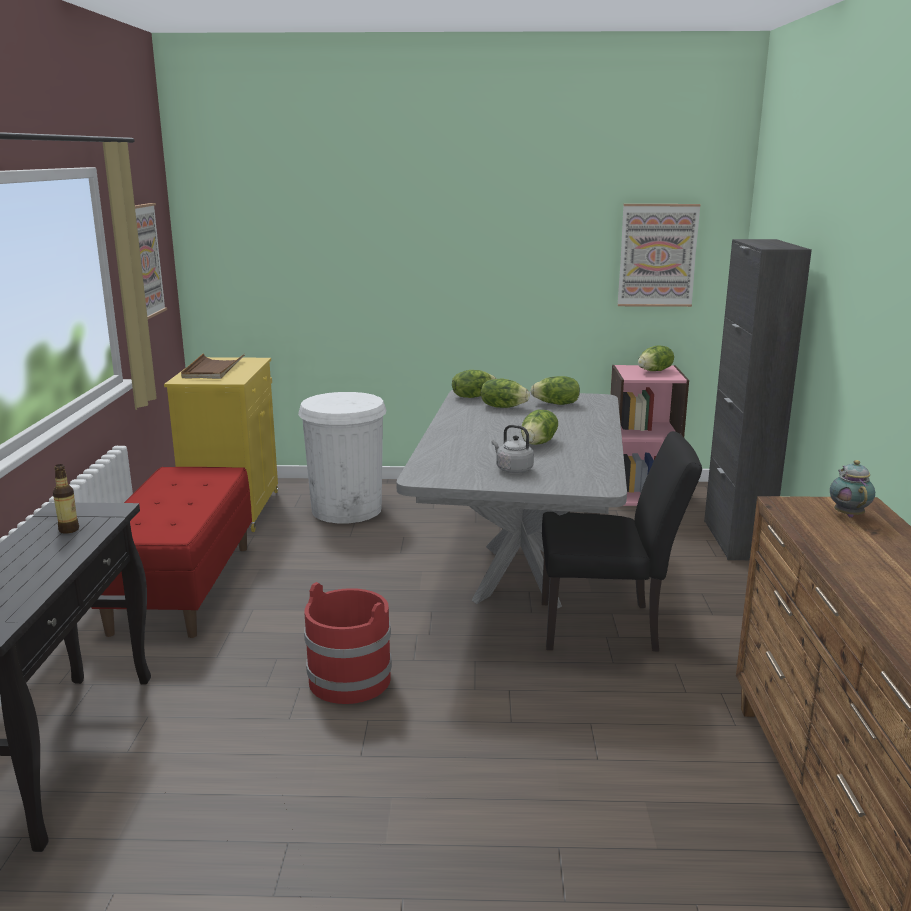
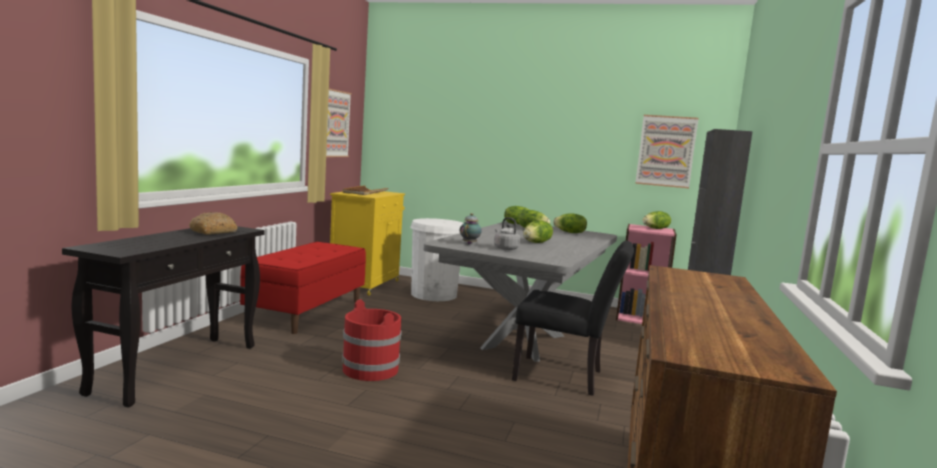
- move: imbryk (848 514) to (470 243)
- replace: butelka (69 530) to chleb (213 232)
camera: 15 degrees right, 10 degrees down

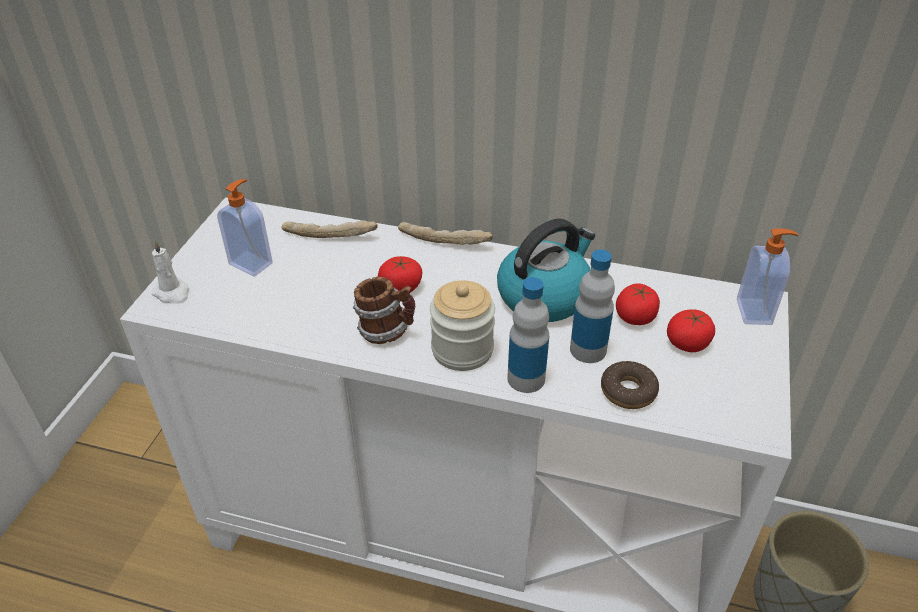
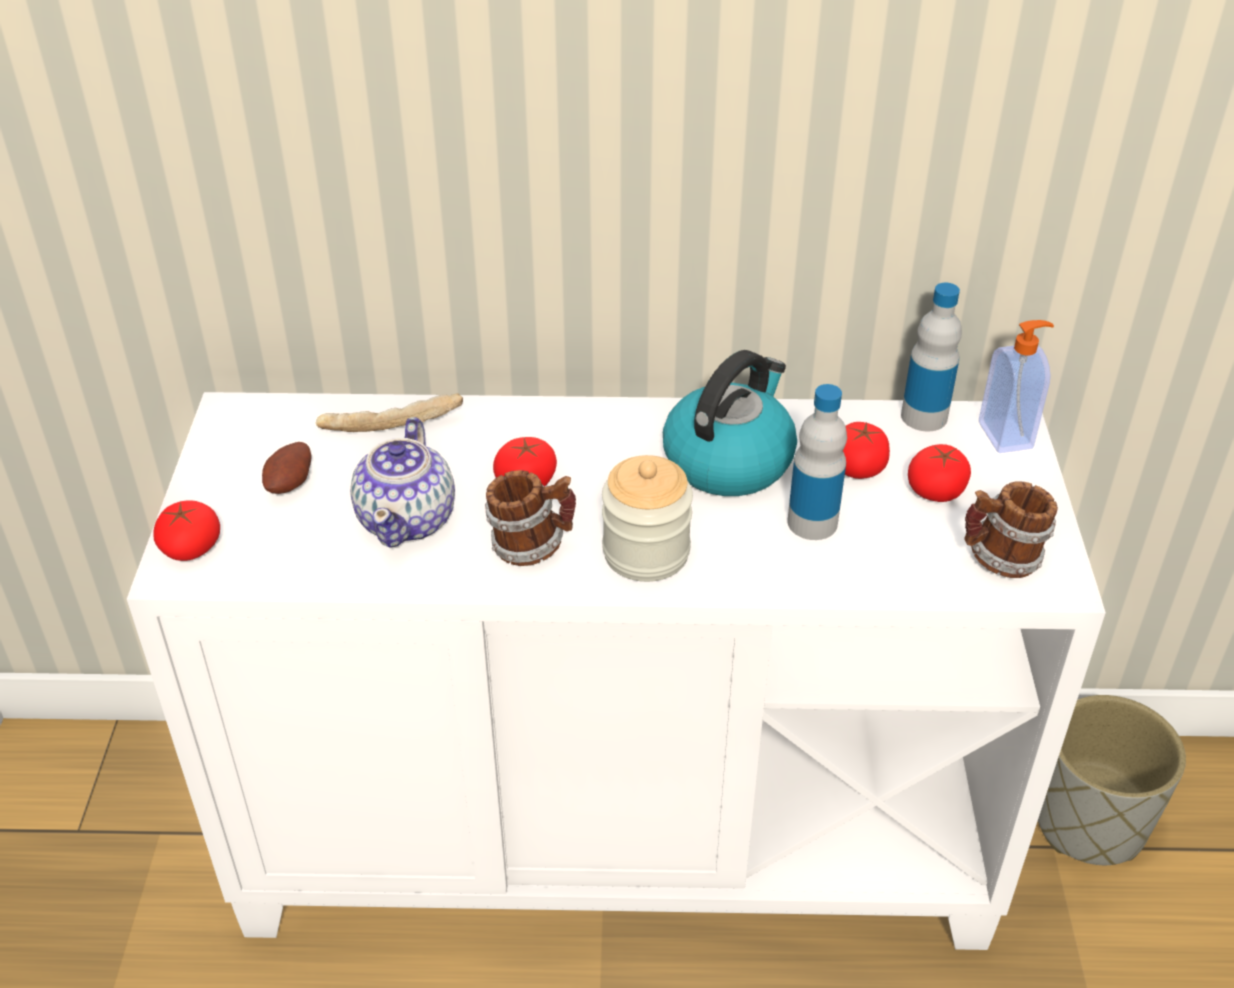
- delete: chleb (444 240)
- delete: donut (628 391)
- insert: imbryk (408 519)
- insert: kubek (1000 560)
- move: butelka (526 378) to (924 416)
- replace: świeca [biały] (172 293) to pomidor (191 547)
- replace: dozownik mydła (252 263) to ziemniak (292 484)
camera: 15 degrees left, 0 degrees up

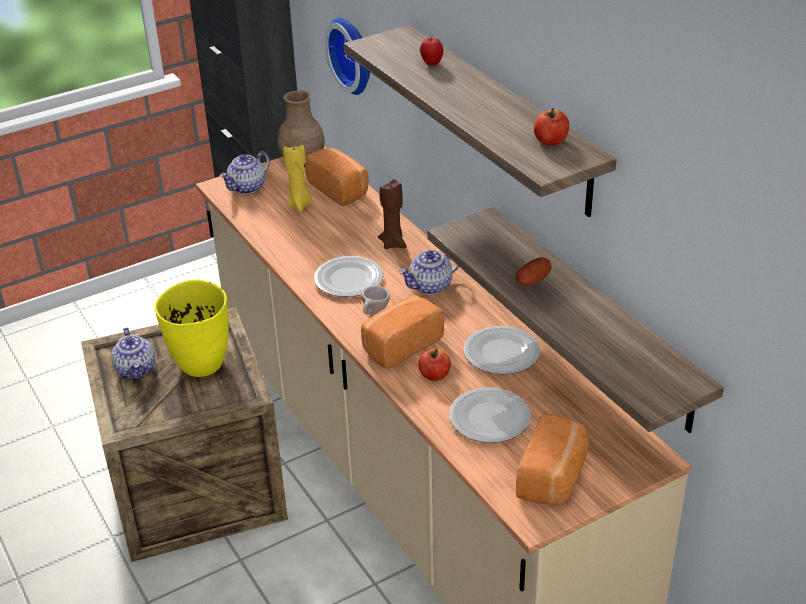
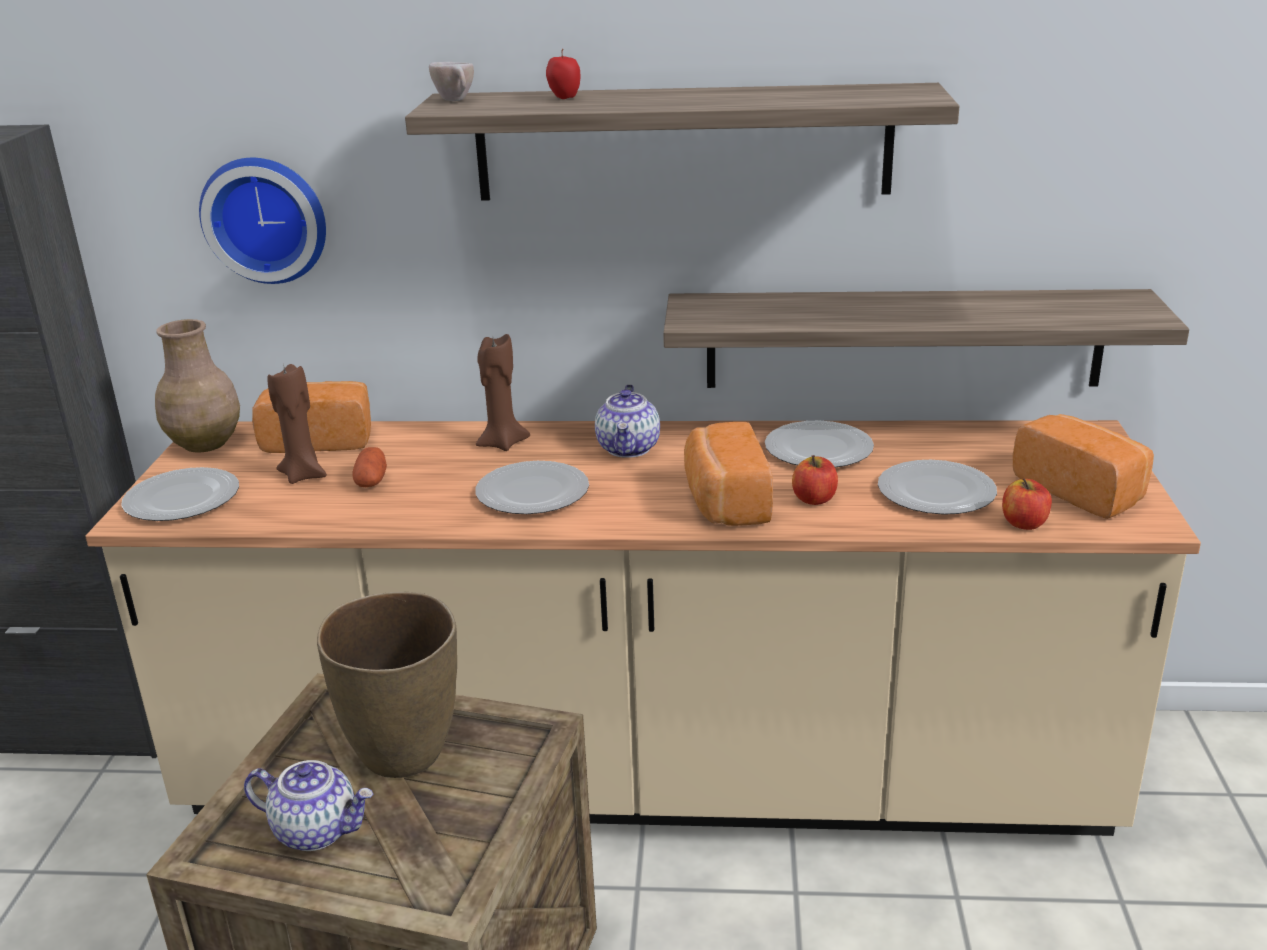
- move: filiżanka [beżowy] (374 313) to (457 101)
- move: ziemniak (533 280) to (371 481)
- move: jabłko (551 141) to (1024 523)
- replace: imbryk (247 187) to talerz (183 498)
- recolor: wazon [żółty] (202 365) to wazon [brązowy] (405 754)
- recolor: świeca [żółty] (300 205) to świeca [brązowy] (304 475)
camera: 55 degrees left, 10 degrees down

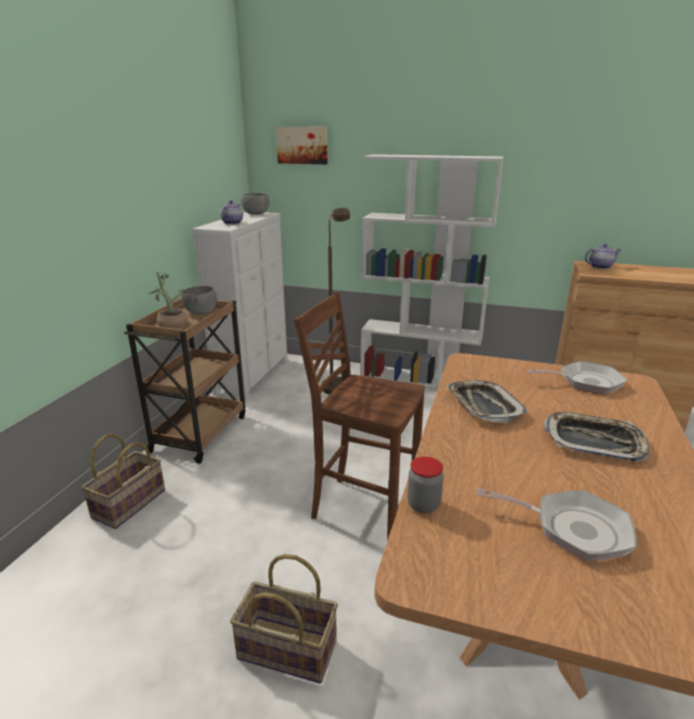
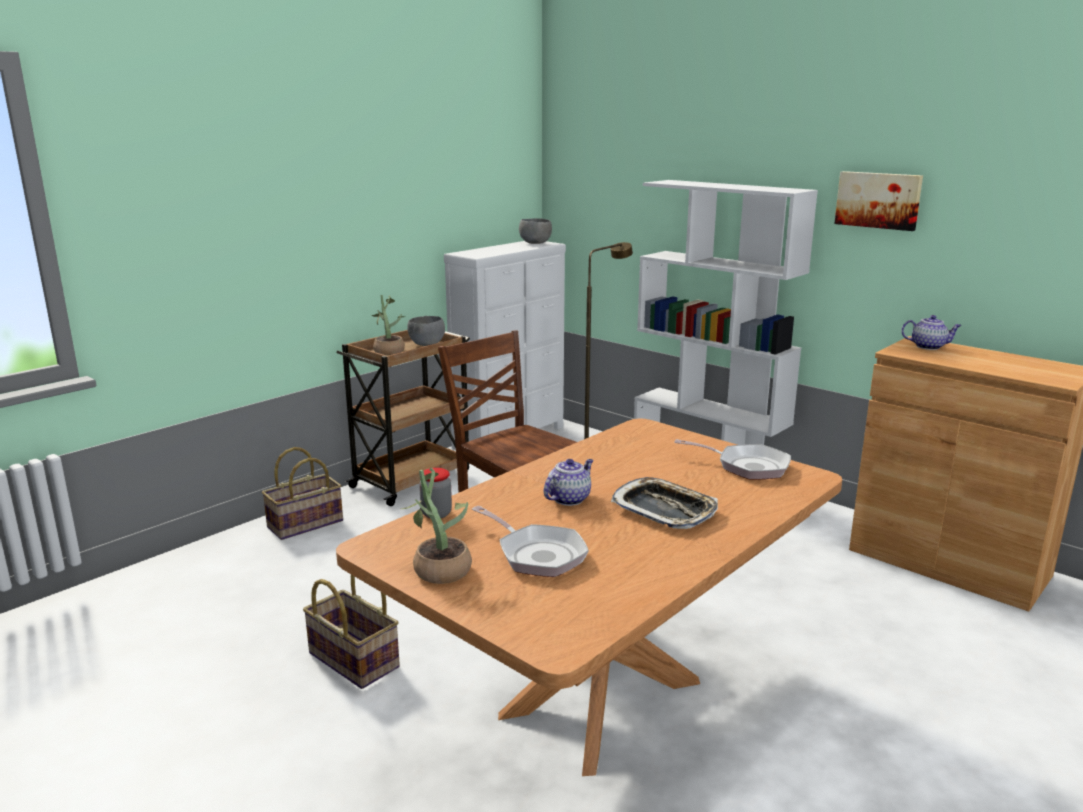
- delete: taca (483 405)
- insert: roślina doniczkowa (438 568)
- move: imbryk (232 223) to (569 498)
- move: obraz (302 145) to (878 200)
camera: 25 degrees right, 5 degrees down

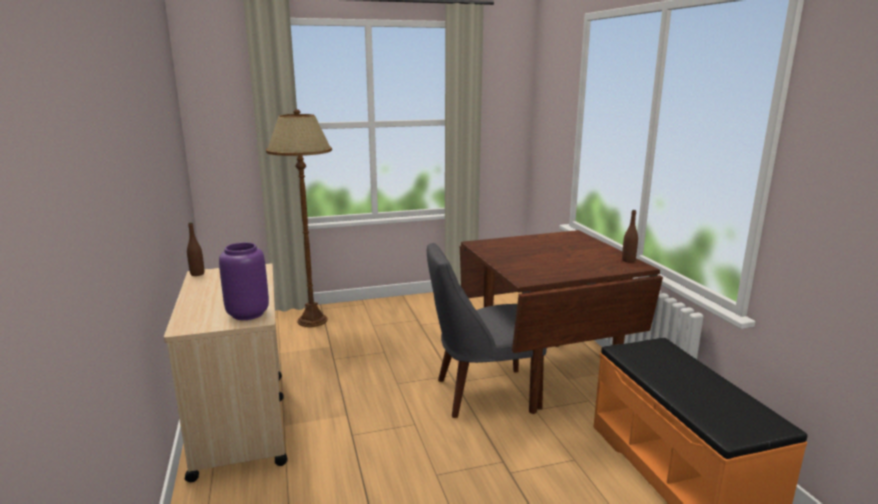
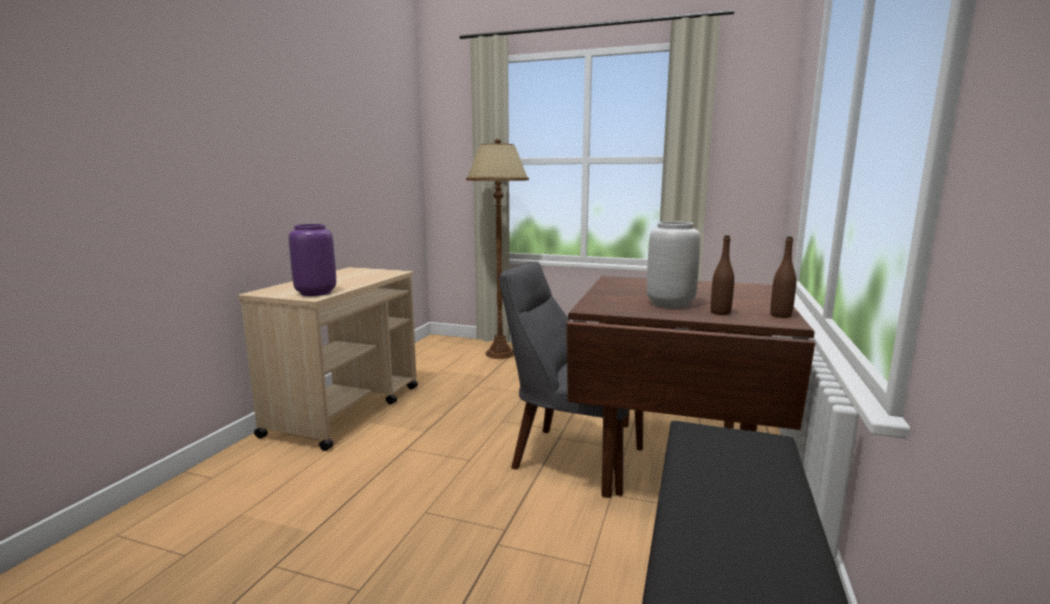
- insert: wazon [szary] (670 303)
- move: butelka [brązowy] (197 274) to (720 312)
camera: 35 degrees right, 5 degrees down

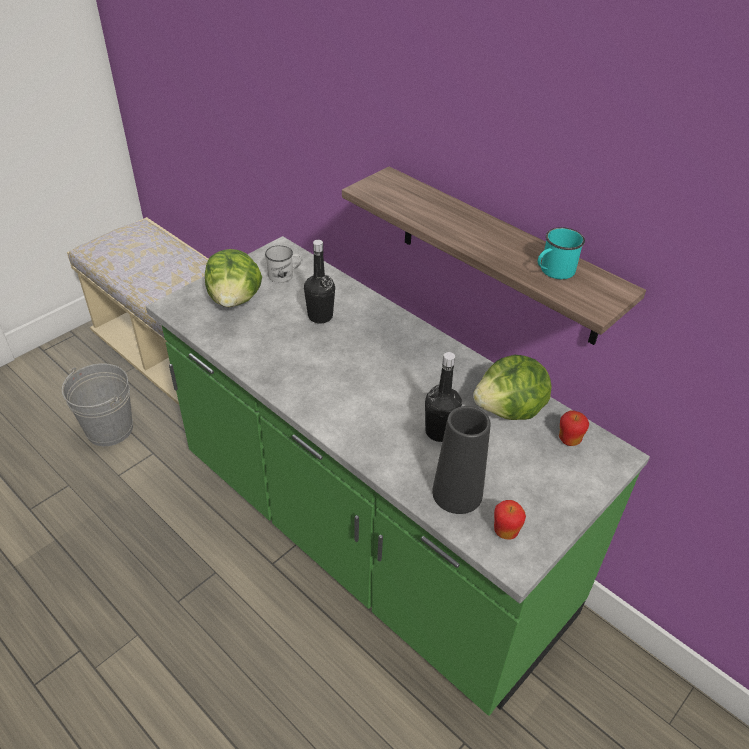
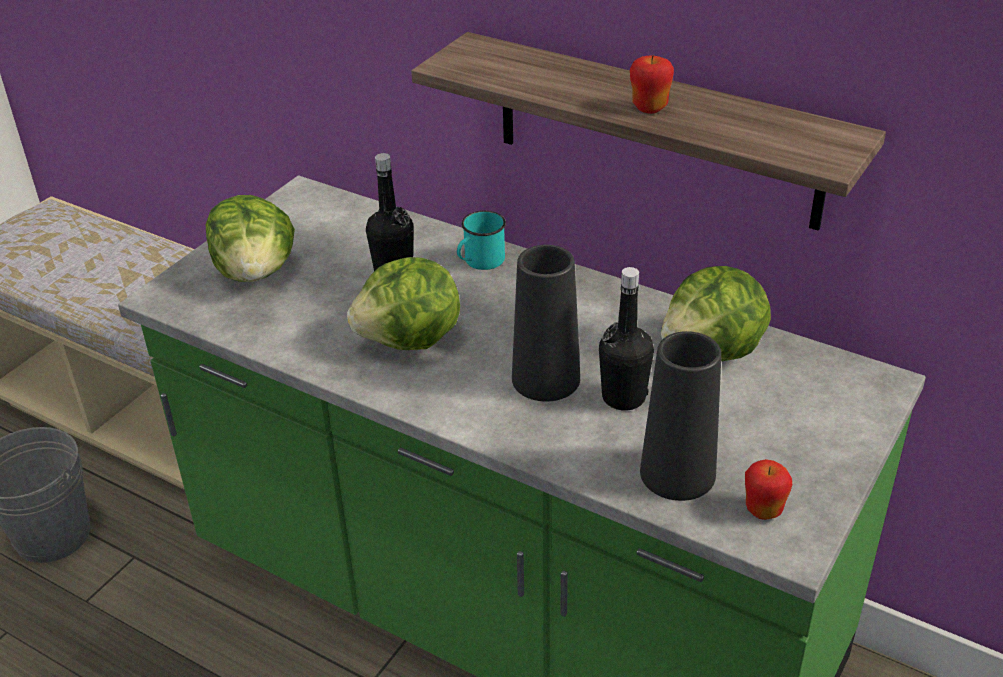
- delete: kubek [biały] (285 275)
- insert: sałata (411 341)
- insert: wazon [czarny] (546 379)
- move: kubek [turkusowy] (553 271) to (480 262)
- move: jabłko (569 440) to (649 108)
camera: 10 degrees left, 5 degrees down

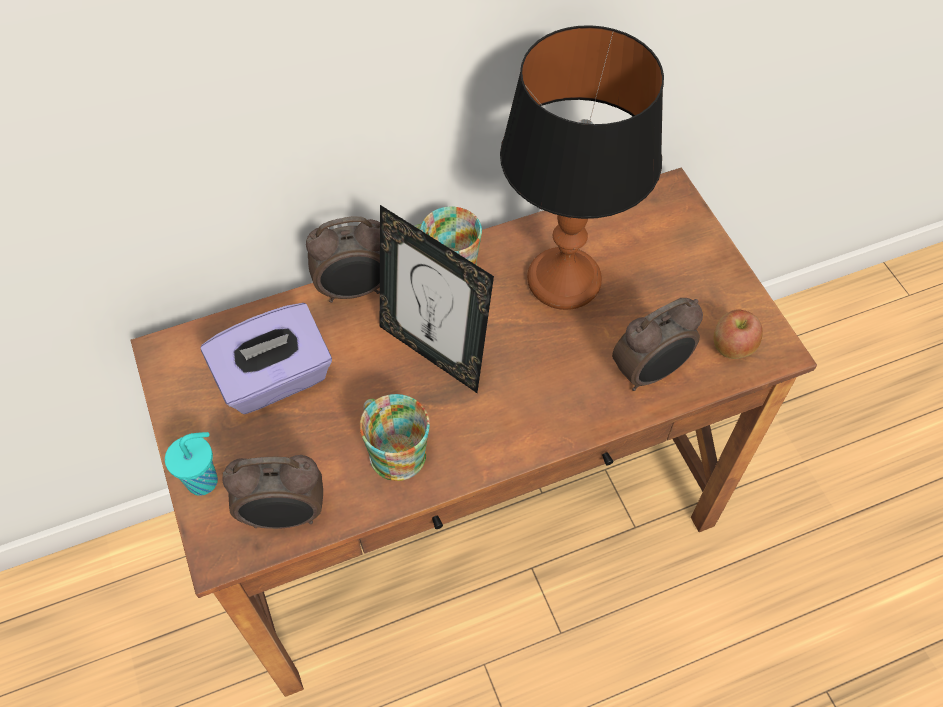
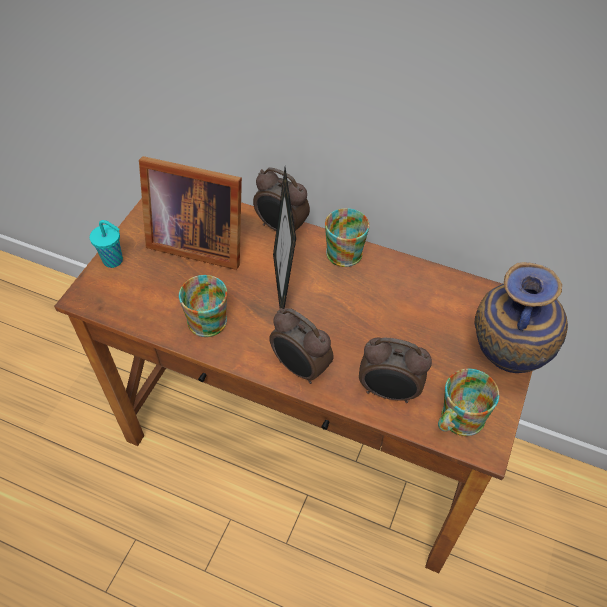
- delete: lampa stołowa (563 281)
- insert: wazon (502 361)
- move: budzik (285 516) to (300 368)
- replace: pudełko chusteczek [fioletowy] (275 379) to ramka na zdjęcie (196 241)
- replace: jabłko (731 347) to kubek (457 420)
camera: 45 degrees right, 5 degrees down

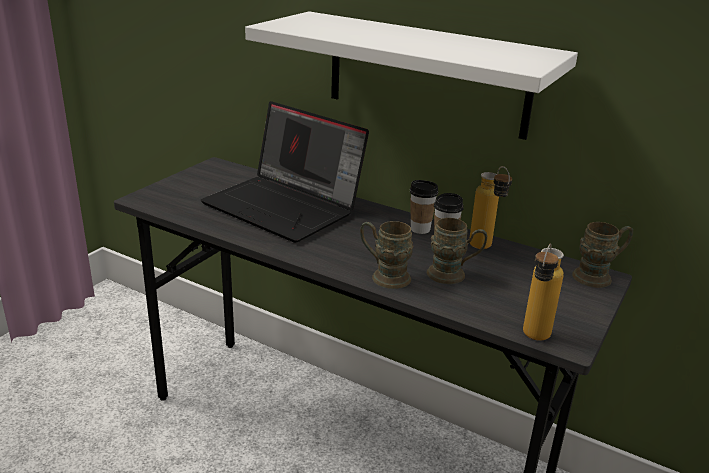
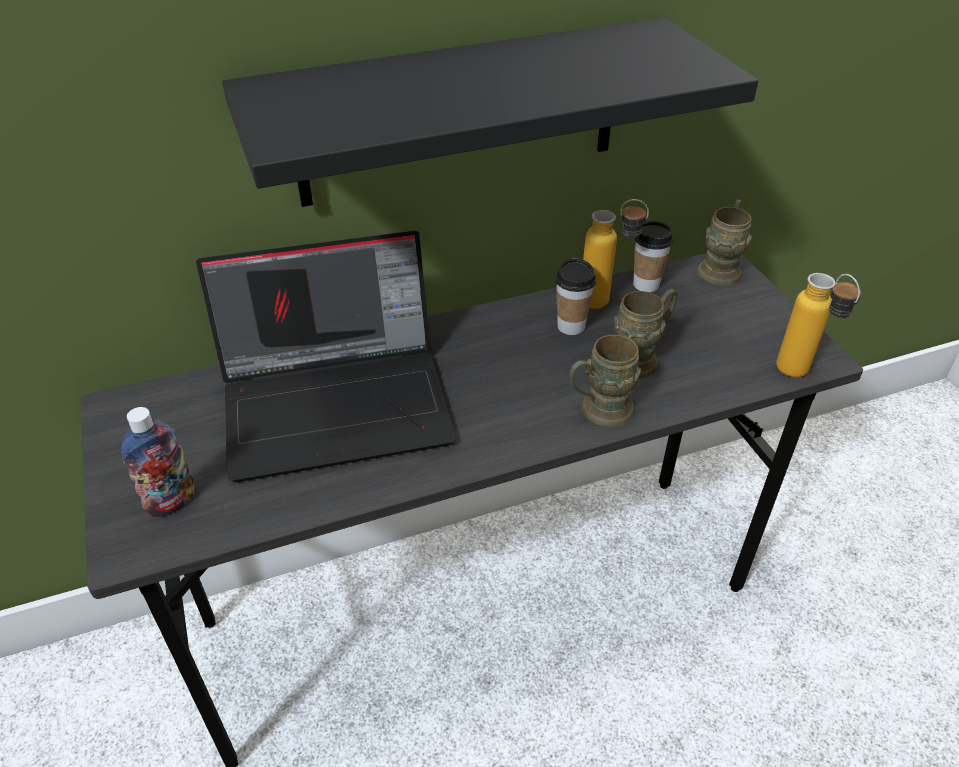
- insert: butelka (171 502)
- move: filiżanka (420 229) to (646 284)
- recolor: półka [biały] (427 74) to półka [czarny] (460 114)
camera: 50 degrees left, 15 degrees up

